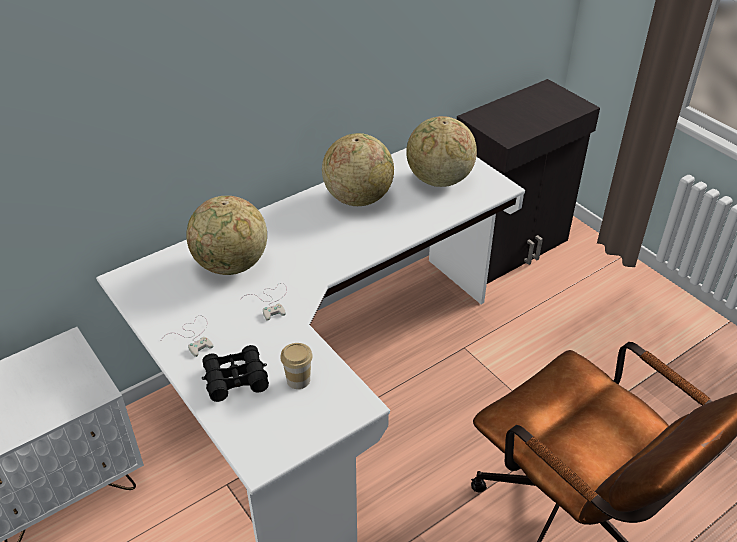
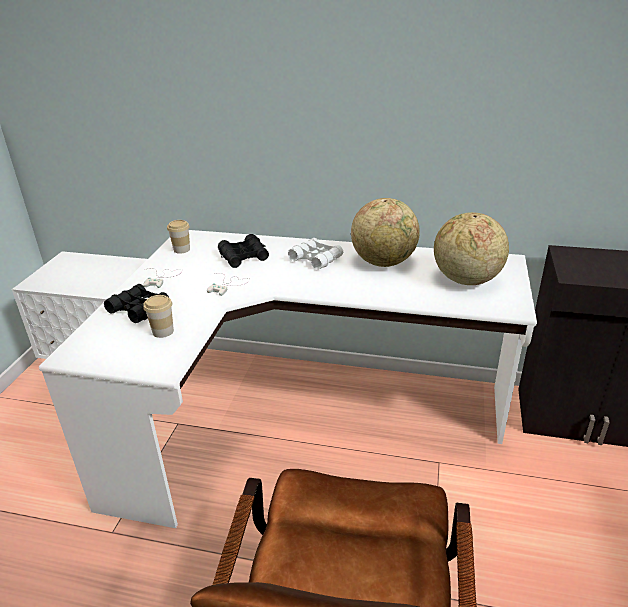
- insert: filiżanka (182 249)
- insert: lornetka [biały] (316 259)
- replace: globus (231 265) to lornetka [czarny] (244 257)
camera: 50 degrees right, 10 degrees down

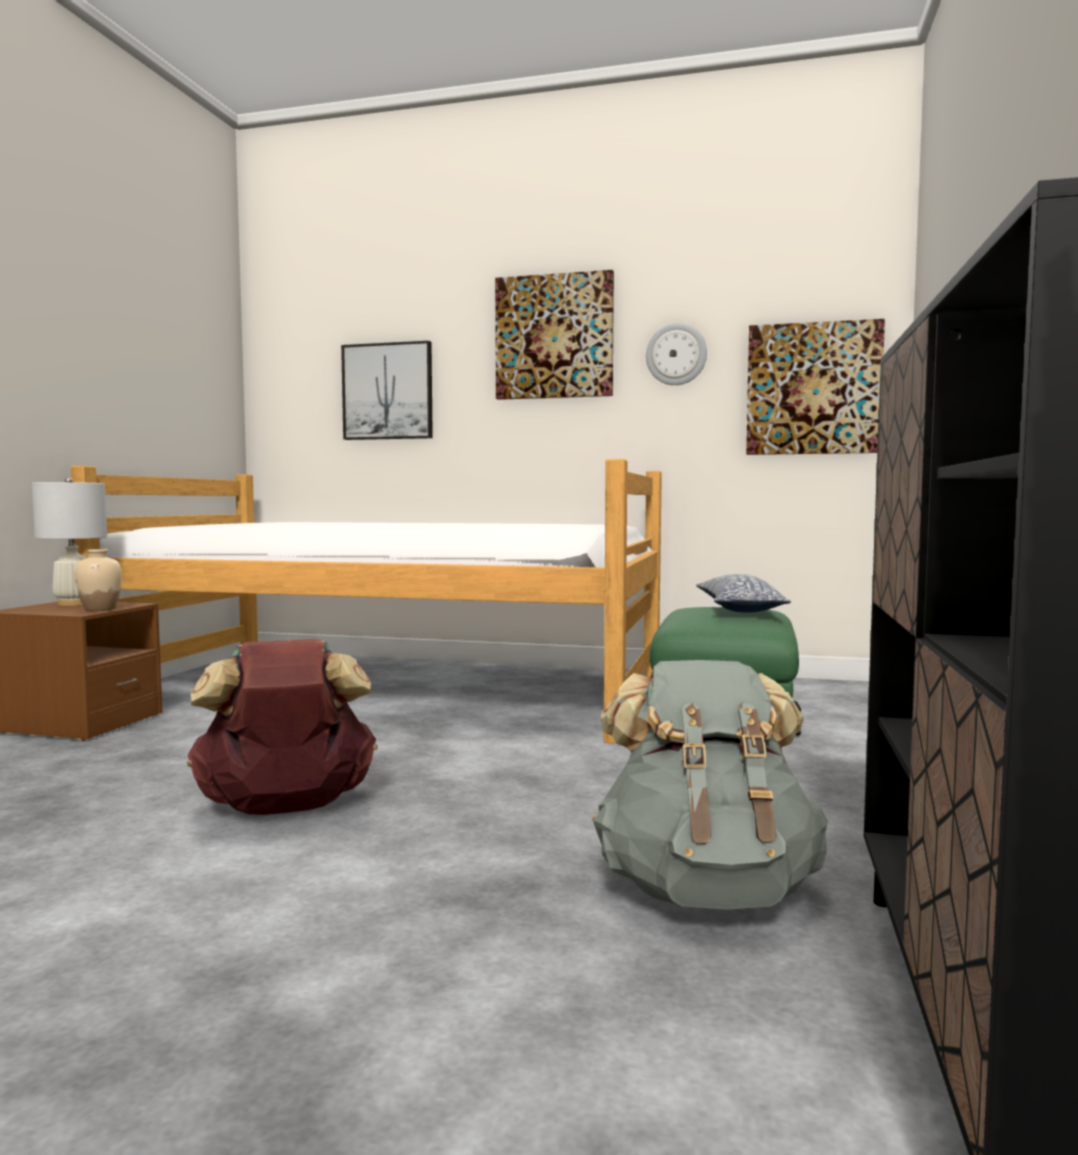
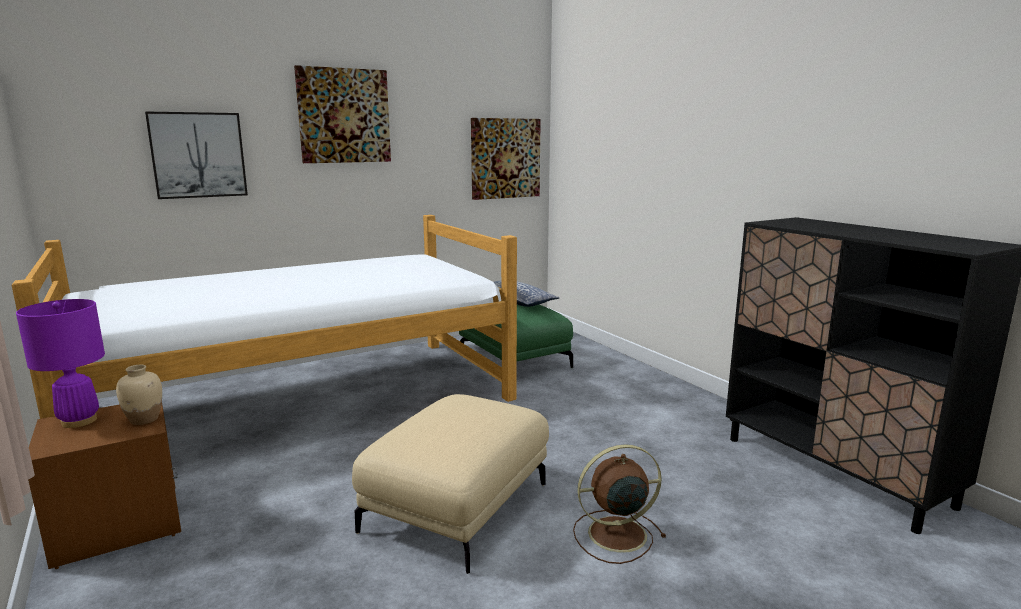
- delete: plecak [szary] (706 889)
- delete: zegar ścienny (676 354)
- insert: wentylator [brązowy] (614 534)
- replace: plecak [brązowy] (286 809) to pufa [beżowy] (458 509)
- recolor: lampa stołowa [biały] (75 604) to lampa stołowa [fioletowy] (79 421)
camera: 45 degrees left, 10 degrees up

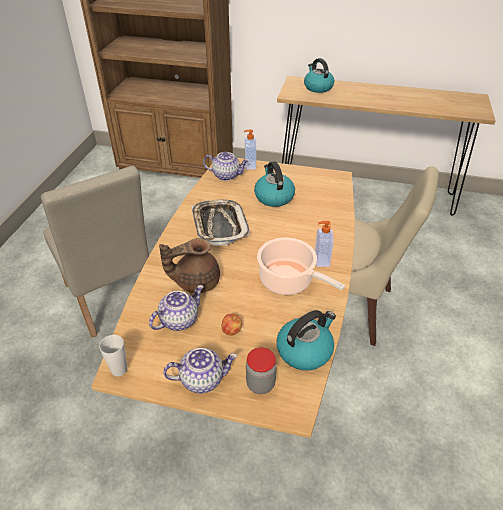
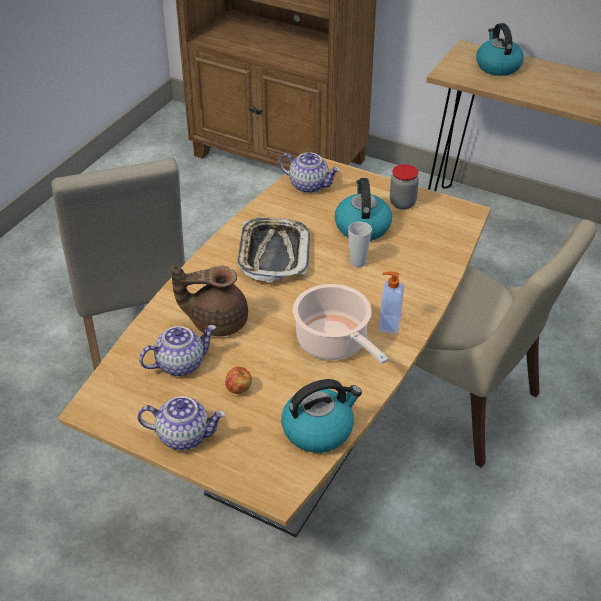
- delete: dozownik mydła (249 165)
- move: filiżanka (119 369) to (358 262)
- move: słoik (260 384) to (402 203)
camera: 15 degrees right, 0 degrees up

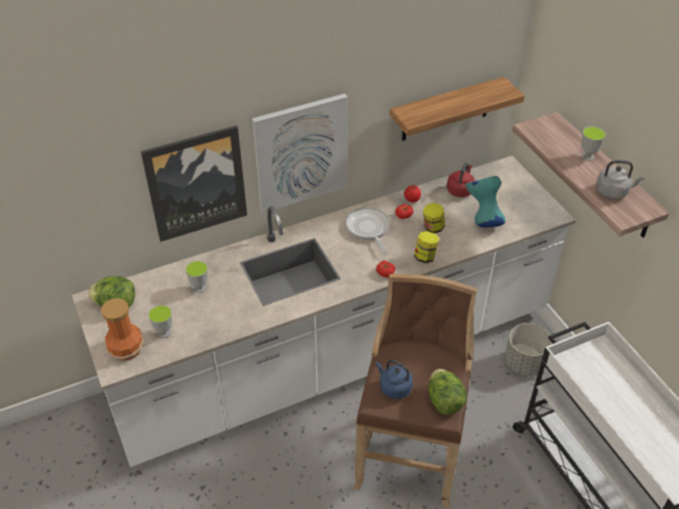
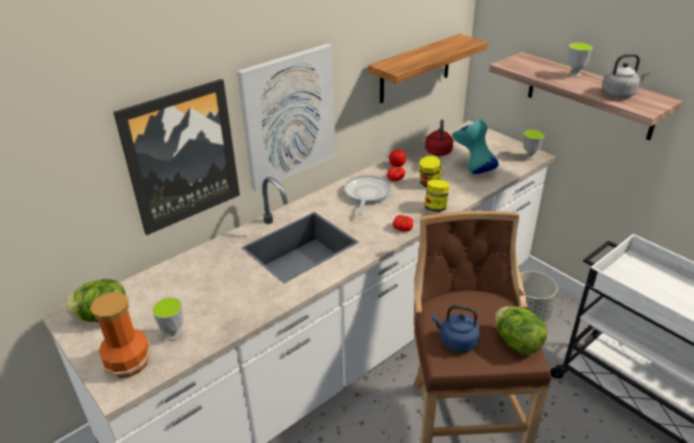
- move: filiżanka (200 288) to (530 157)
- rotate: patelnia (368 229) = (366 195) 45 degrees clockwise
camera: 15 degrees left, 10 degrees down

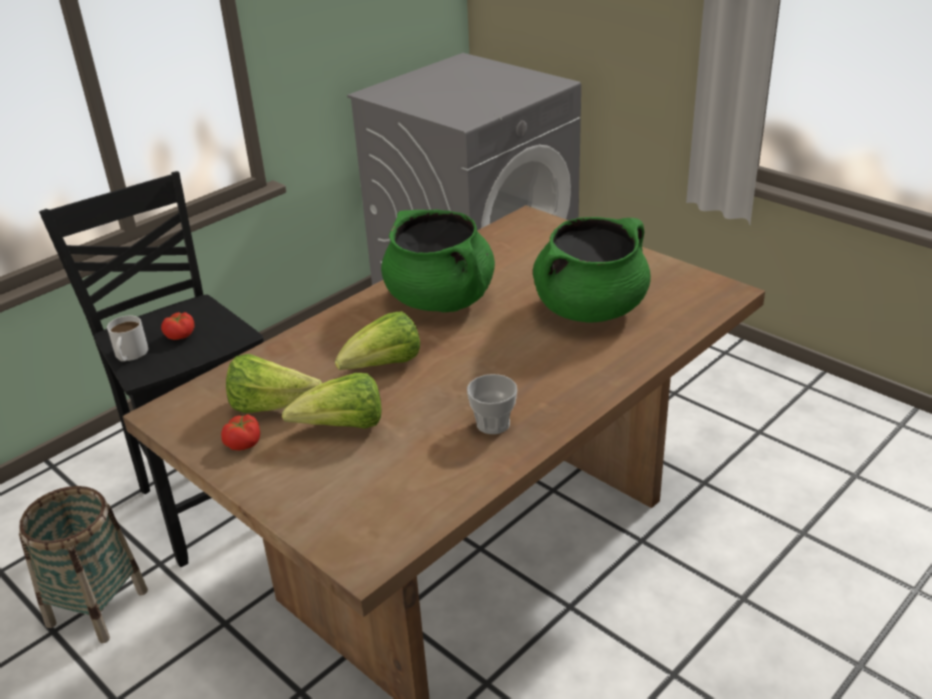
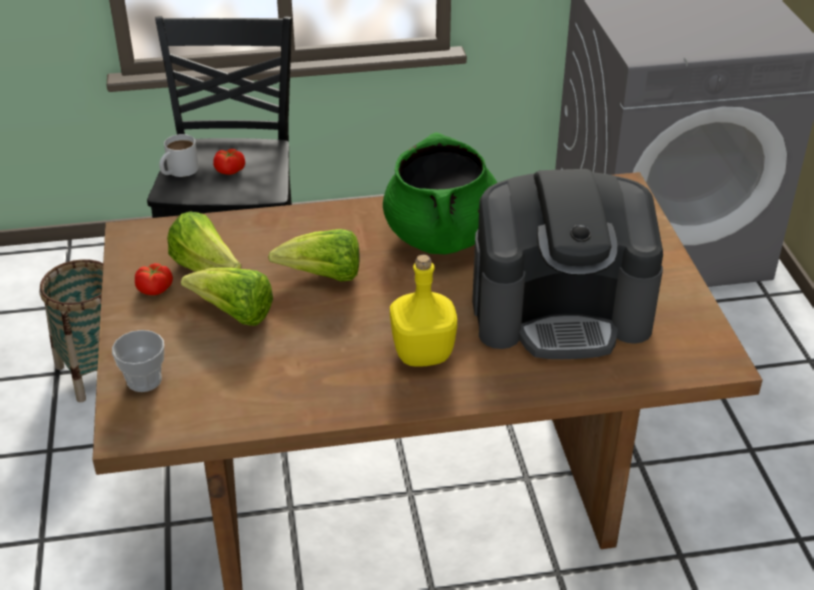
- insert: butelka [żółty] (422 352)
- move: filiżanka (493 424) to (144 380)
- replace: garnek [zielony] (590 309) to ekspres do kawy (561 311)
camera: 35 degrees right, 5 degrees up

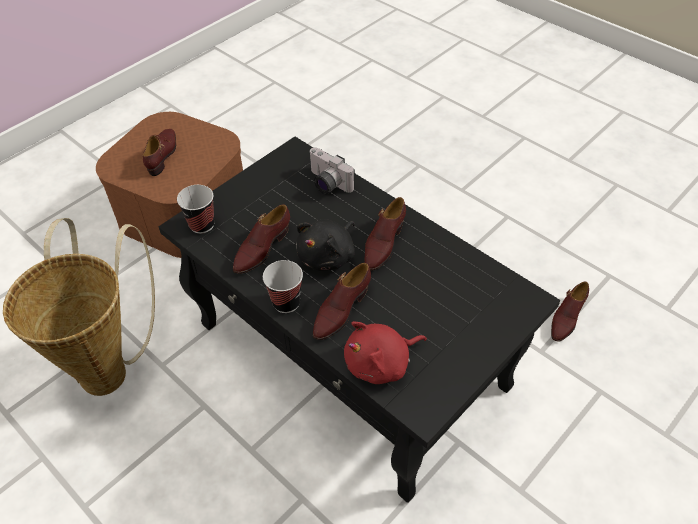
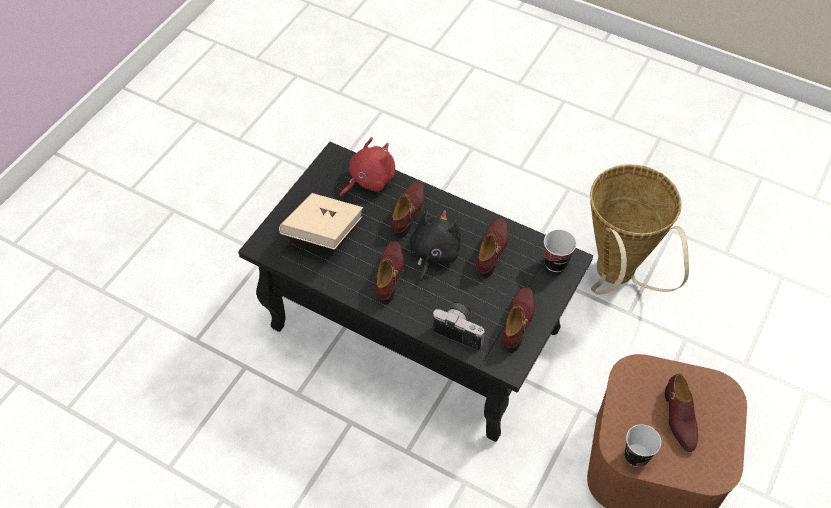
- insert: książka [beżowy] (323 232)
- move: filiżanka (286 302) to (636 456)
- move: but [brązowy] (566 318) to (518 322)
camera: 165 degrees right, 5 degrees up

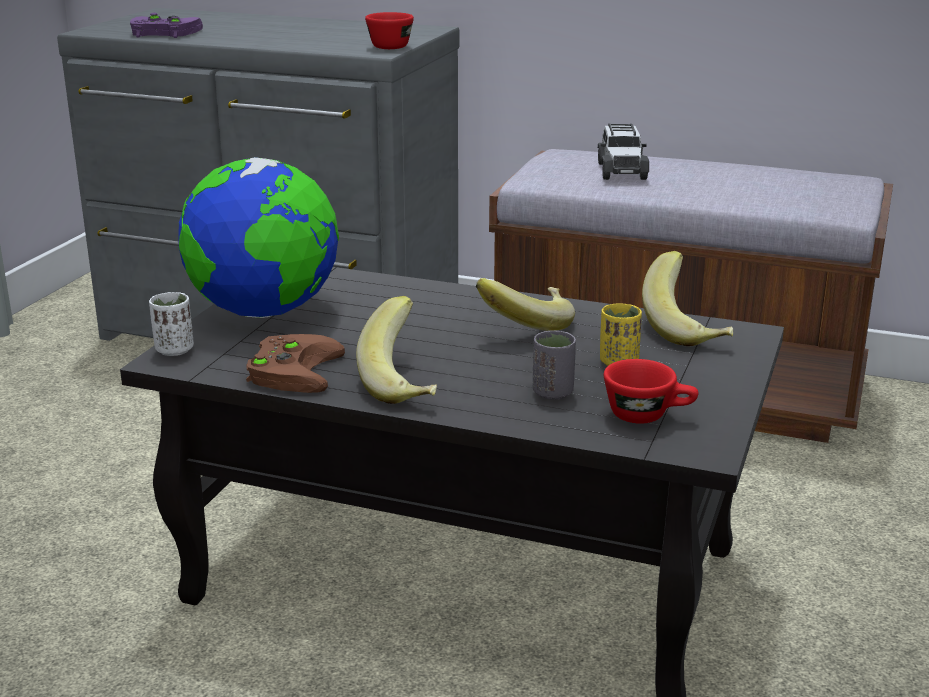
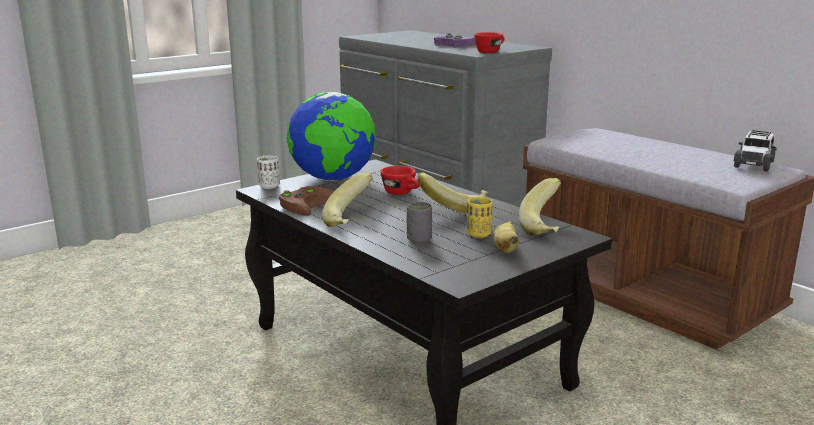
- insert: banan (506 248)
- move: pad do gier [fioletowy] (162 33) to (452 45)
- move: samochodzik (621 170) to (754 164)
- move: filiżanka [czerwony] (648 415) to (402 193)
camera: 30 degrees right, 5 degrees down

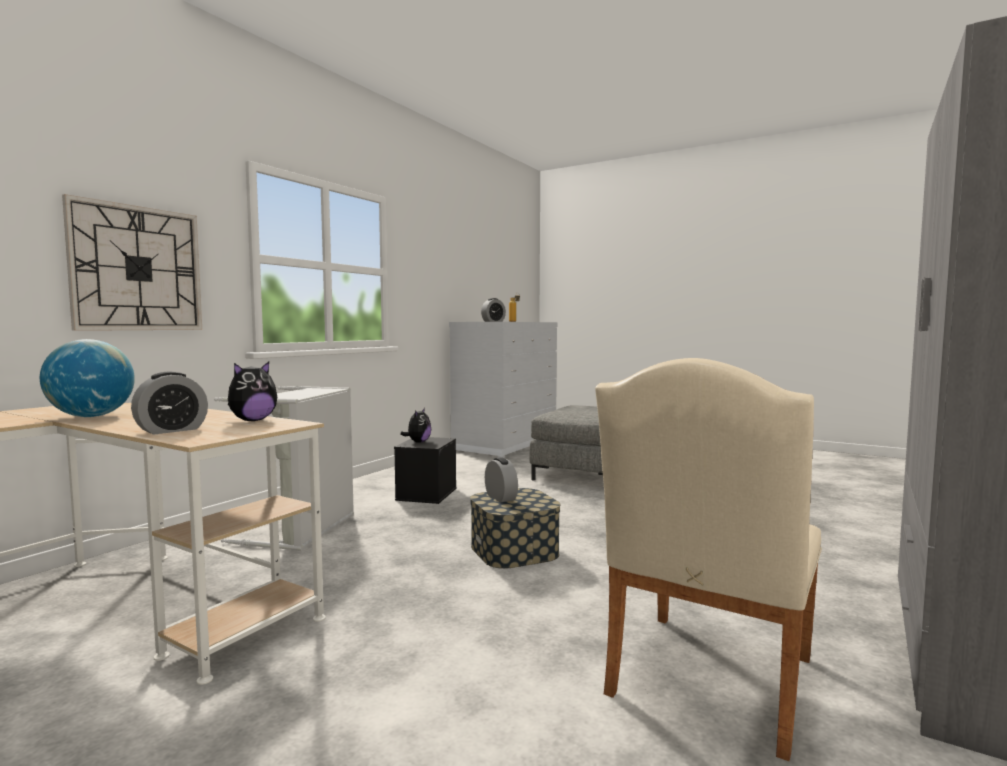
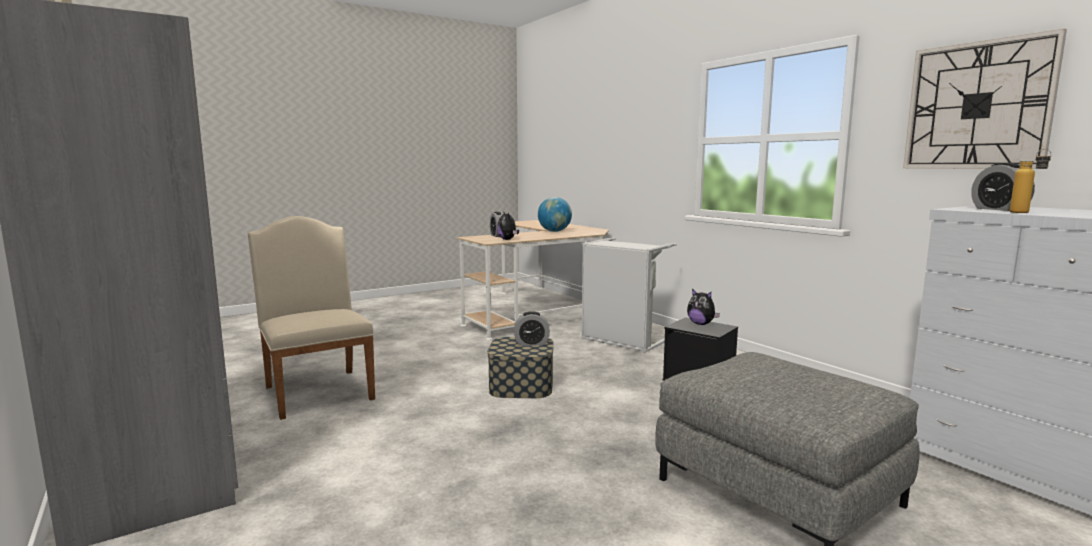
- move: zegar ścienny (137 268) to (977 106)
camera: 115 degrees right, 5 degrees up

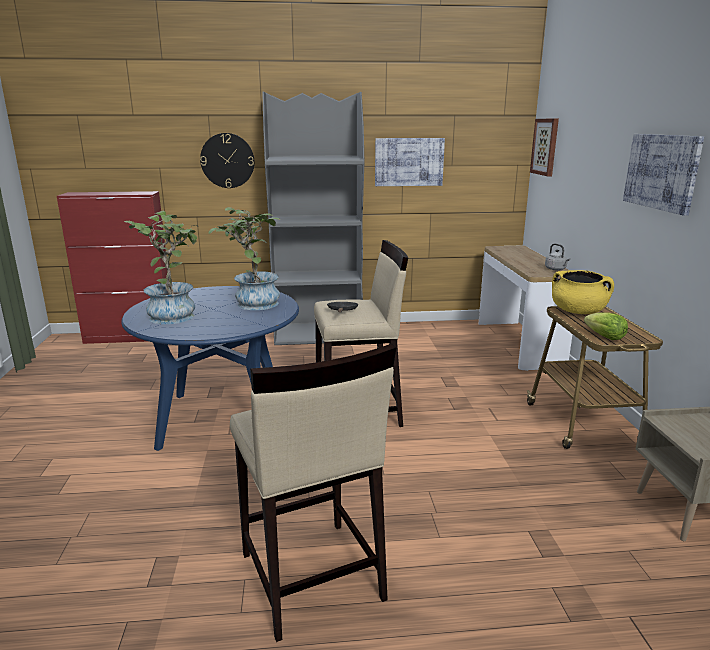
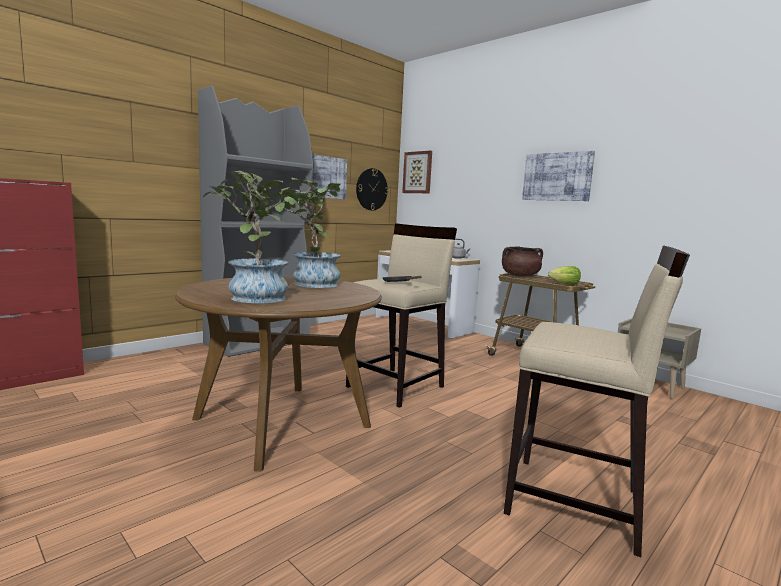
- move: zegar ścienny (227 160) to (371 189)
- recolor: stół jadalny [niebieski] (222 417) to stół jadalny [brązowy] (282 422)
- recolor: garnek [żółty] (578 312) to garnek [brązowy] (520 276)
camera: 40 degrees left, 10 degrees down

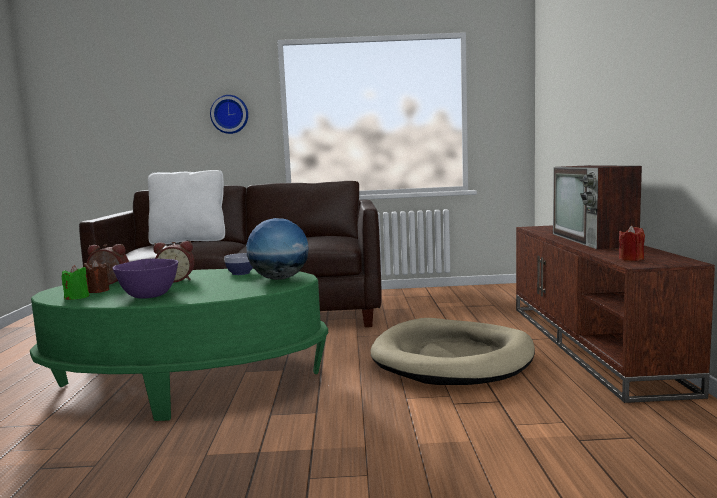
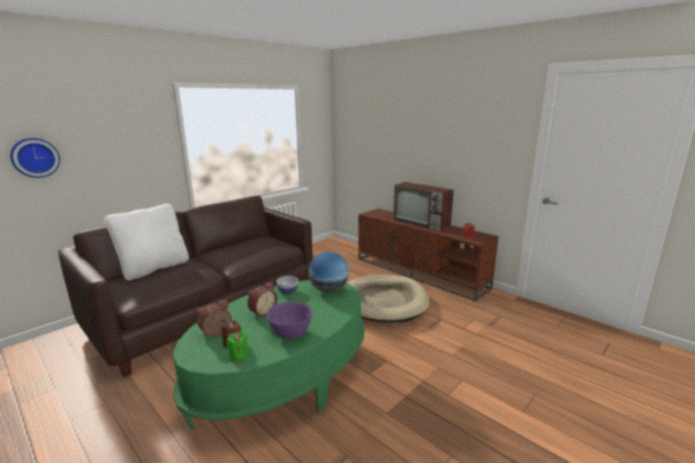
- move: zegar ścienny (229 114) to (35 157)
camera: 45 degrees left, 10 degrees up

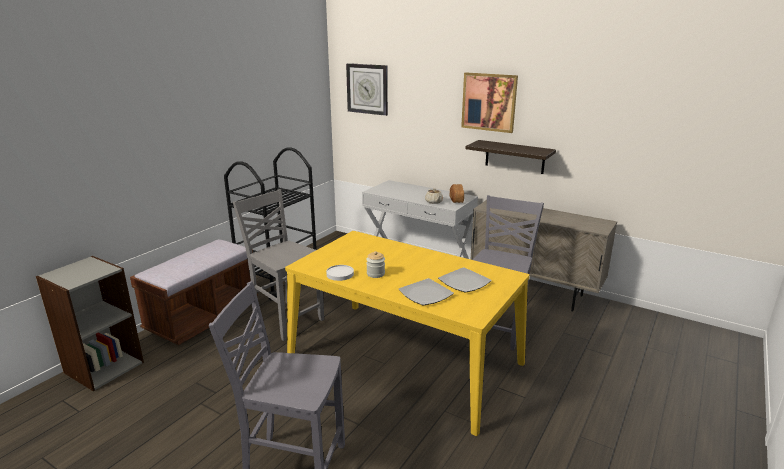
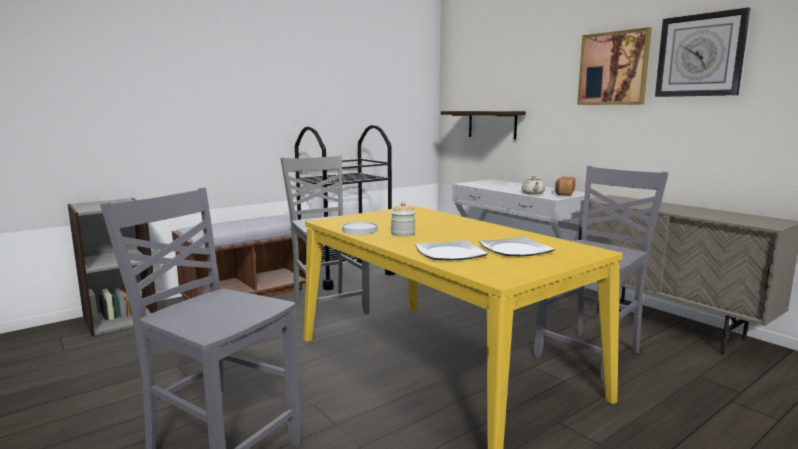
- move: zegar ścienny (367 89) to (700 55)
- move: półka (514 157) to (492 124)
camera: 20 degrees right, 10 degrees down

